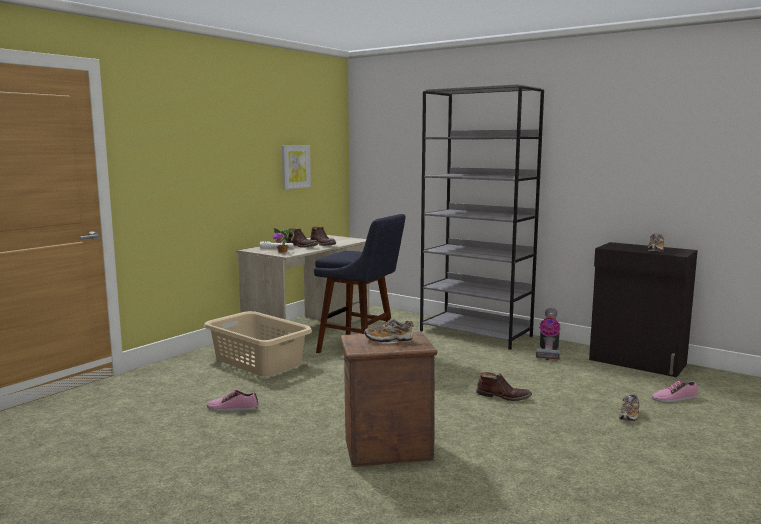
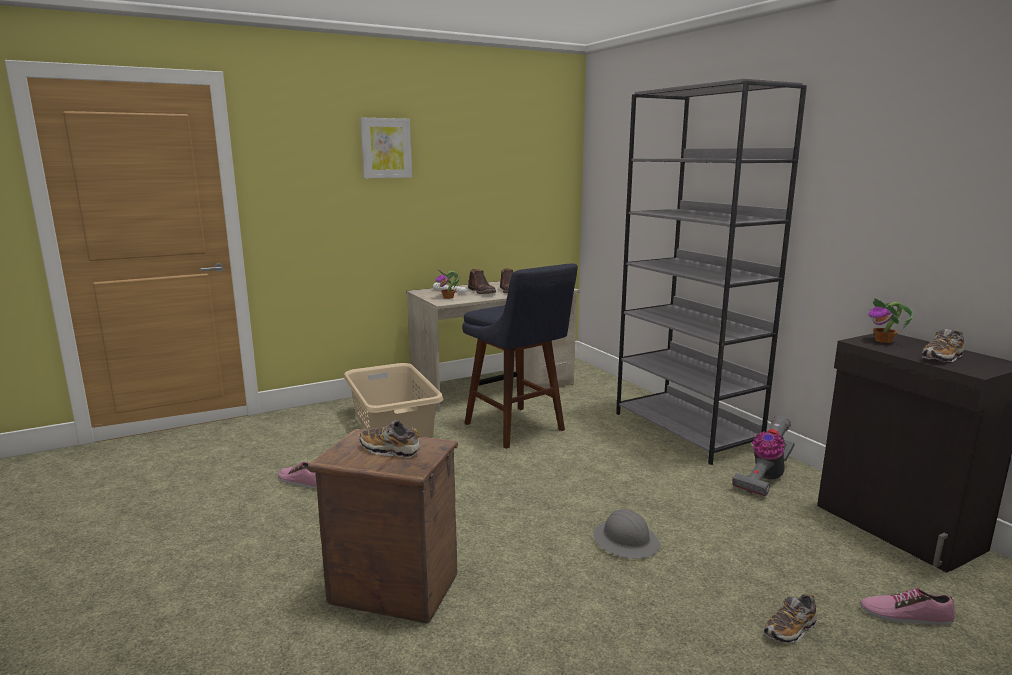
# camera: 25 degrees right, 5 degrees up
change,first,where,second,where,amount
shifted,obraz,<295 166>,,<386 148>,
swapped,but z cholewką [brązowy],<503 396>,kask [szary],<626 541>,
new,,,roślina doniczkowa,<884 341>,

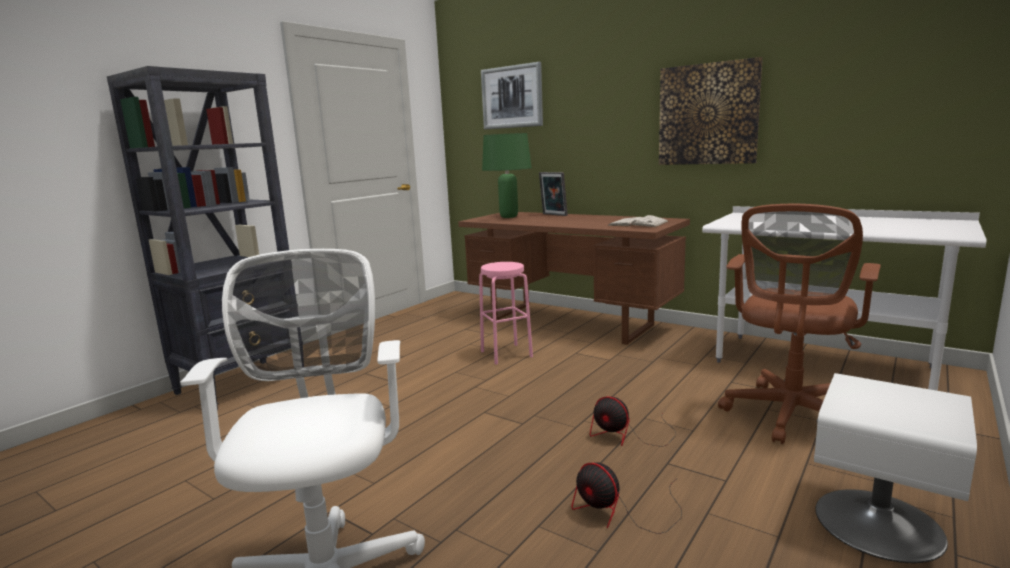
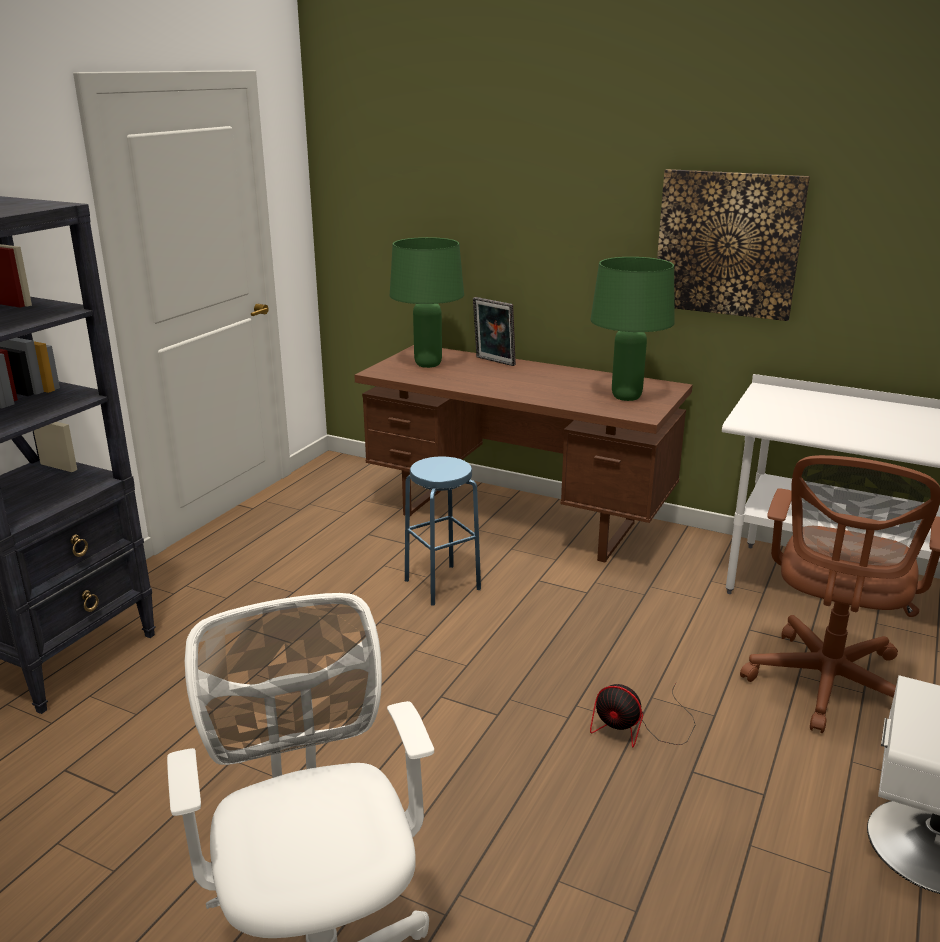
# camera: 10 degrees left, 10 degrees up
change,first,where,second,where,amount
repainted,stołek [różowy],<506 354>,stołek [niebieski],<442 584>,
swapped,książka [biały],<638 223>,lampa stołowa [zielony],<625 397>,
gone,obraz,<512 97>,,,
gone,wentylator,<621 512>,,,

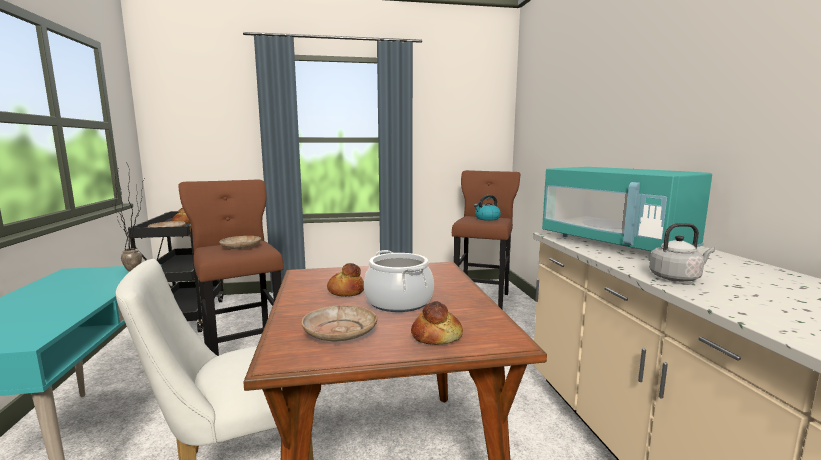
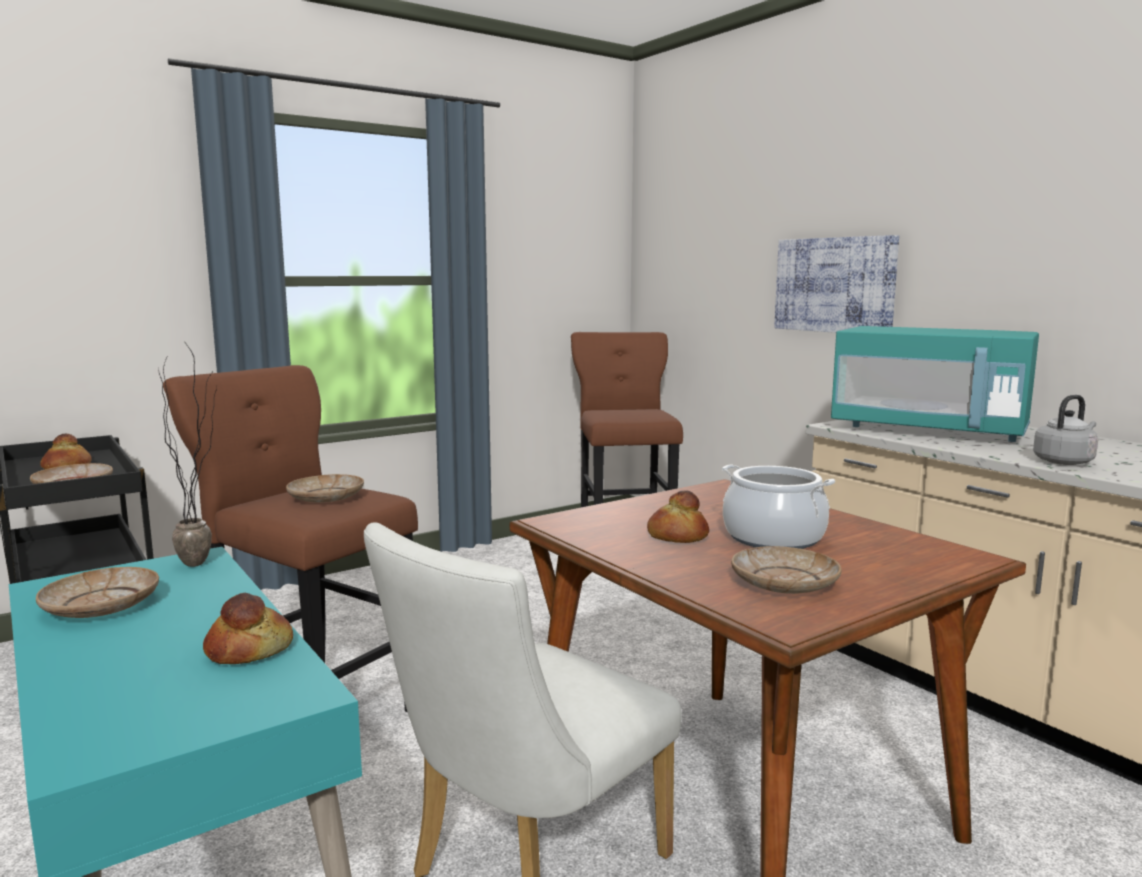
# camera: 25 degrees left, 0 degrees up
change,first,where,second,where,amount
new,,,talerz [beżowy],<101 606>,
shifted,chleb,<436 336>,,<249 649>,
new,,,obraz,<834 285>,
gone,czajnik,<487 218>,,,

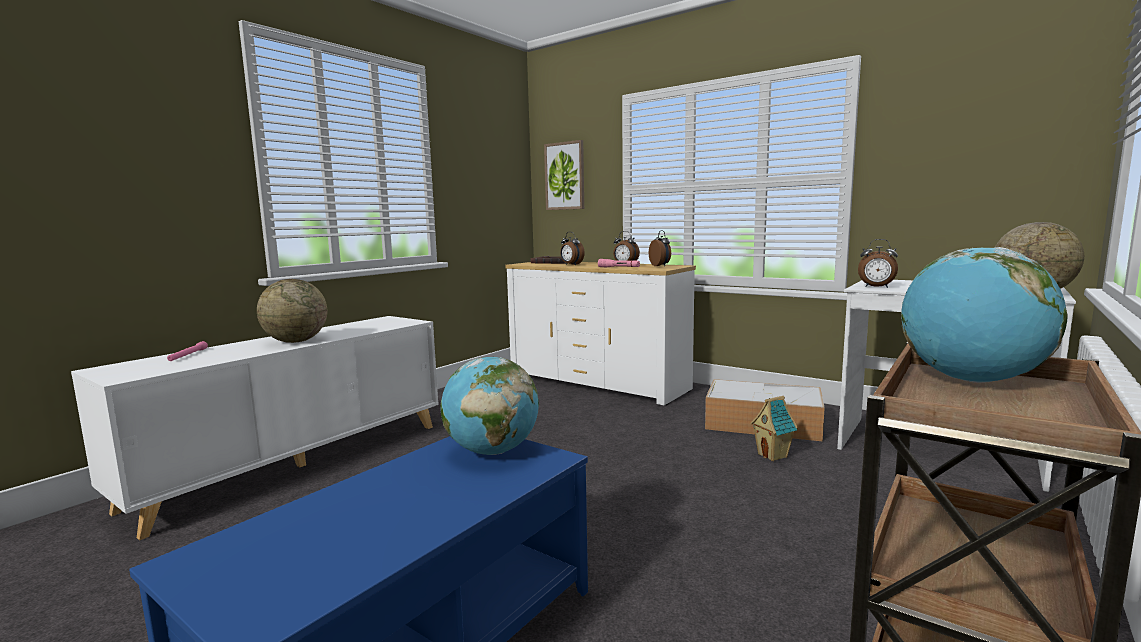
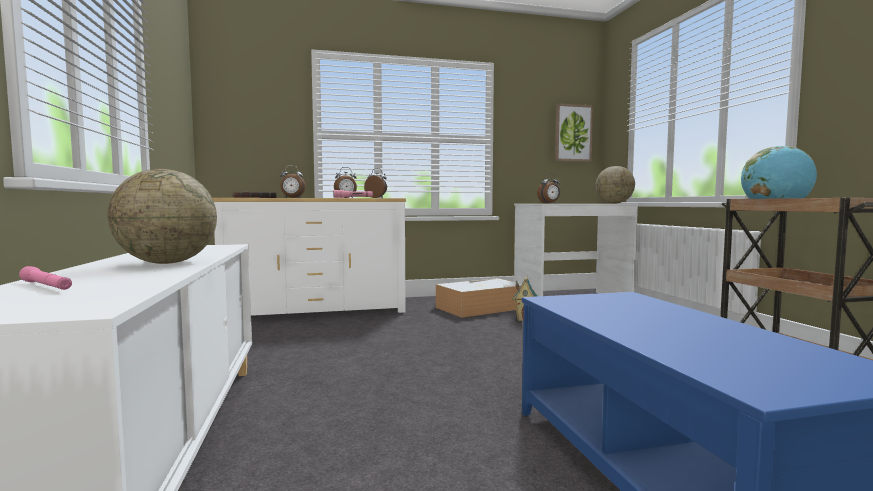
# camera: 50 degrees left, 5 degrees down
change,first,where,second,where,amount
shifted,obraz,<565 176>,,<573 133>,
gone,globus,<492 451>,,,

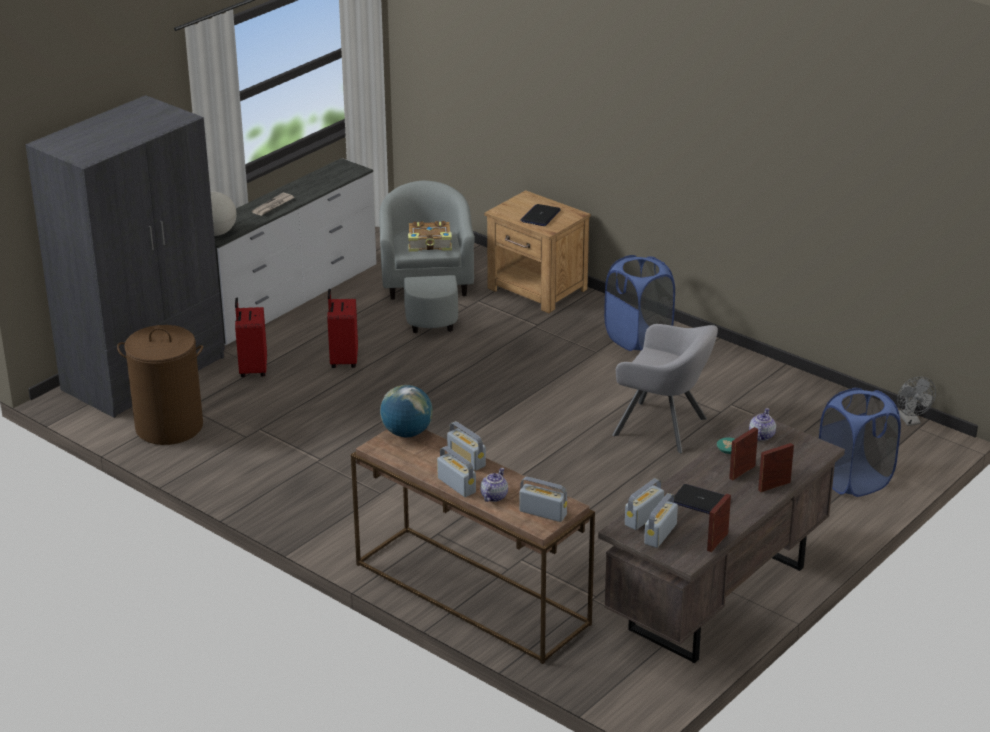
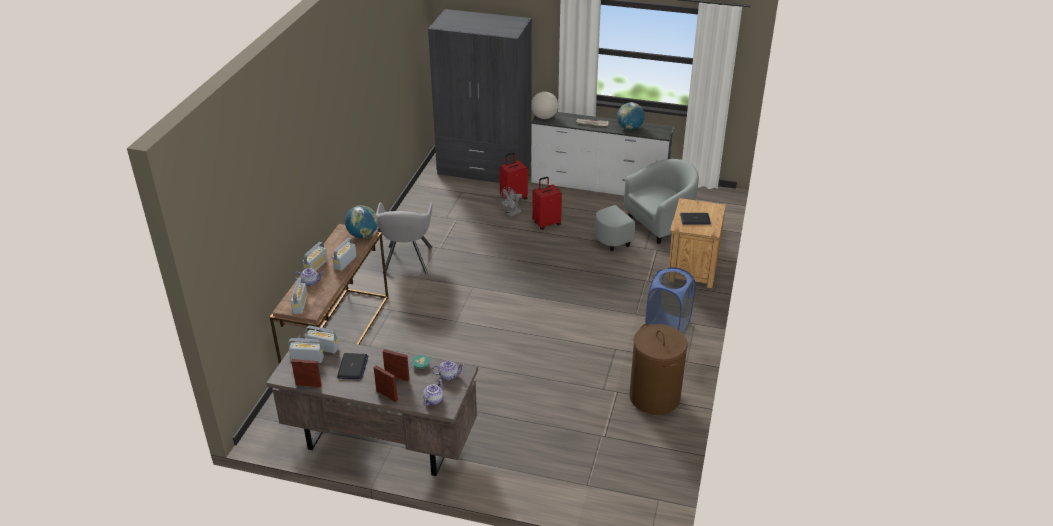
# camera: 65 degrees right, 5 degrees up
change,first,where,second,where,amount
shifted,fotel [szary],<664 428>,,<407 261>,
new,,,imbryk,<433 400>,
shifted,wentylator [szary],<911 421>,,<511 214>,
new,,,globus,<630 128>,
shifted,kosz na pranie [brązowy],<169 427>,,<654 397>,
gone,książka,<430 244>,,,
gone,kosz na pranie [niebieski],<854 480>,,,

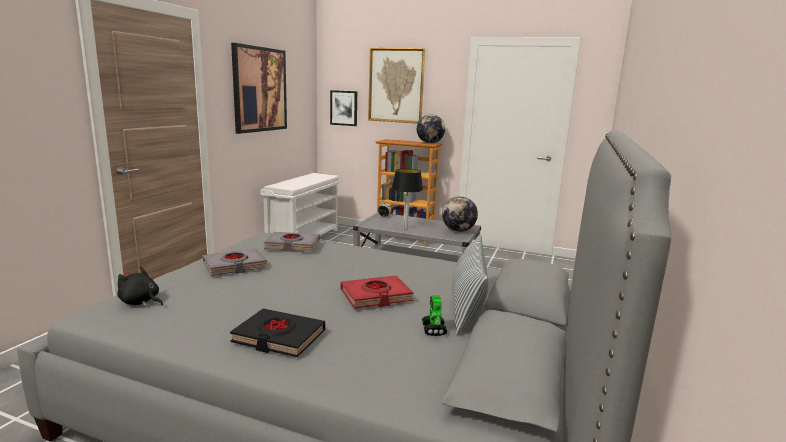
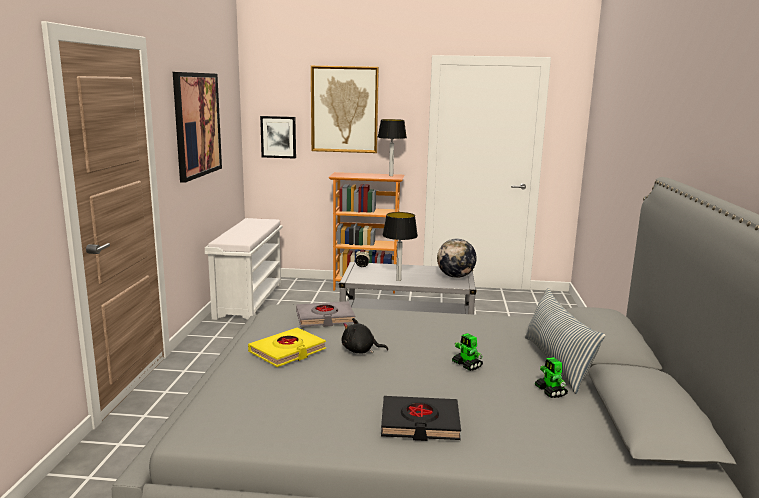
# camera: 15 degrees left, 0 degrees up
change,first,where,second,where,amount
repainted,książka [szary],<235 266>,książka [żółty],<287 351>,
shifted,pluszak [czarny],<141 302>,,<360 351>,
swapped,globus,<430 143>,lampa stołowa,<391 175>,
swapped,książka [czerwony],<376 296>,robot zabawkowy,<467 365>,

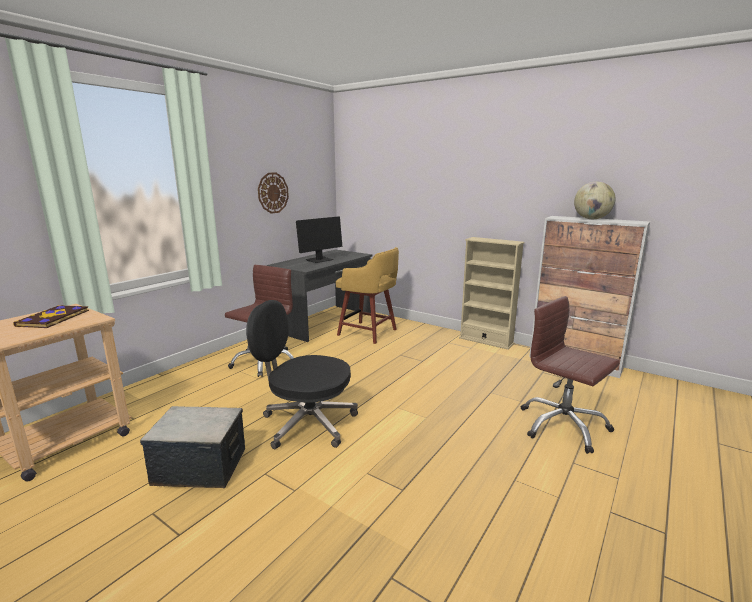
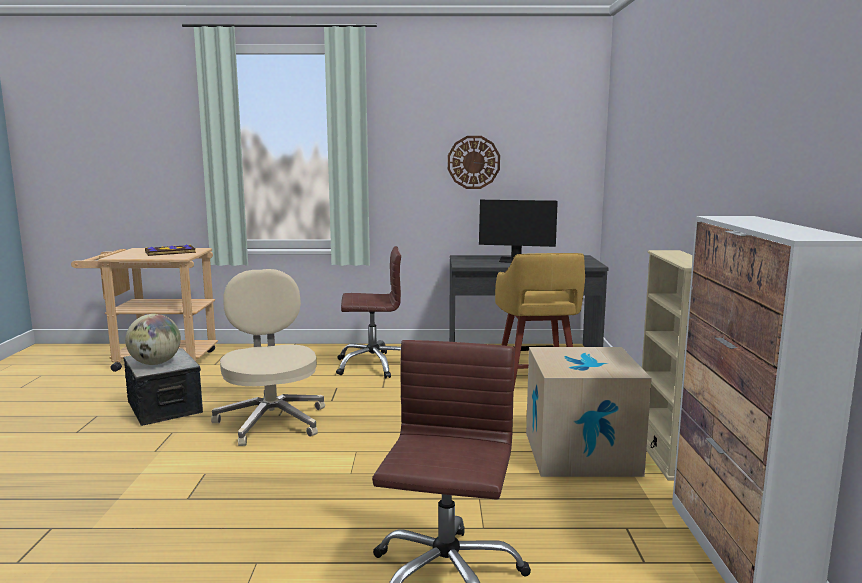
# camera: 55 degrees right, 5 degrees down
change,first,where,second,where,amount
shifted,globus,<591 219>,,<155 363>,
repainted,krzesło biurowe [czarny],<307 423>,krzesło biurowe [beżowy],<271 421>,
new,,,karton,<581 453>,

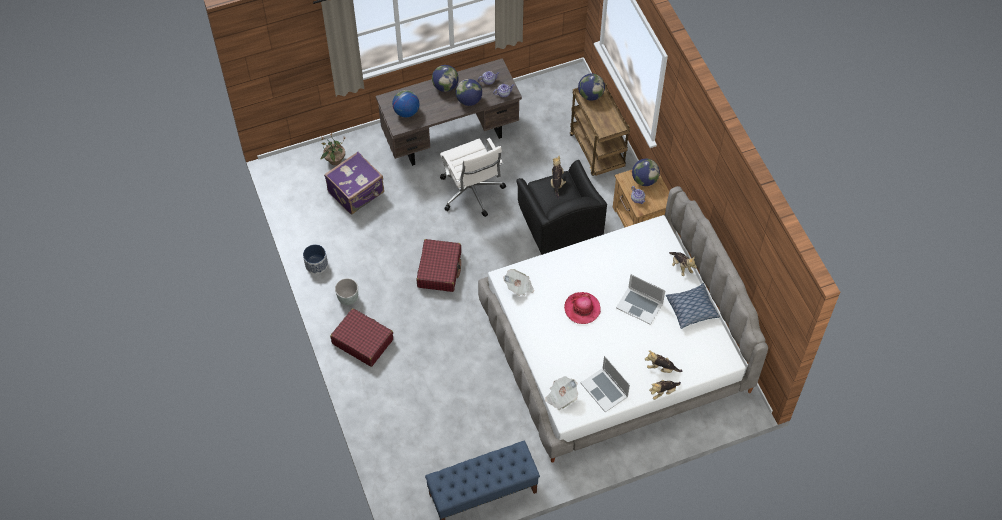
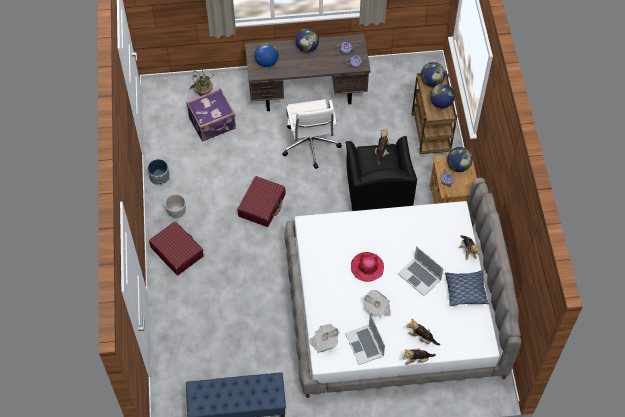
# camera: 15 degrees right, 0 degrees up
change,first,where,second,where,amount
shifted,gazeta,<519 287>,,<377 308>,
shifted,globus,<469 100>,,<441 103>,

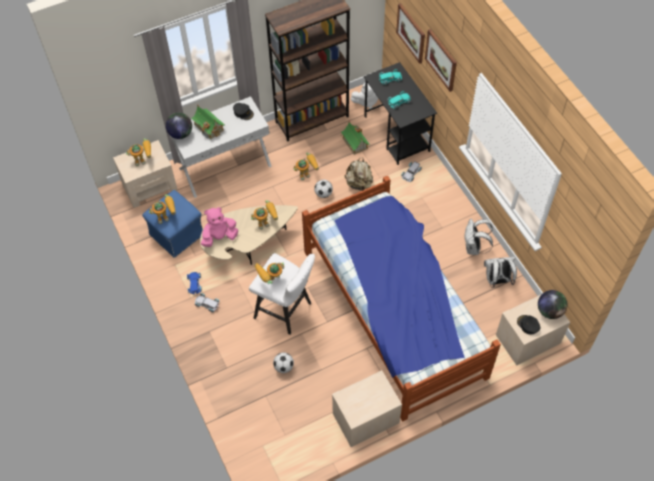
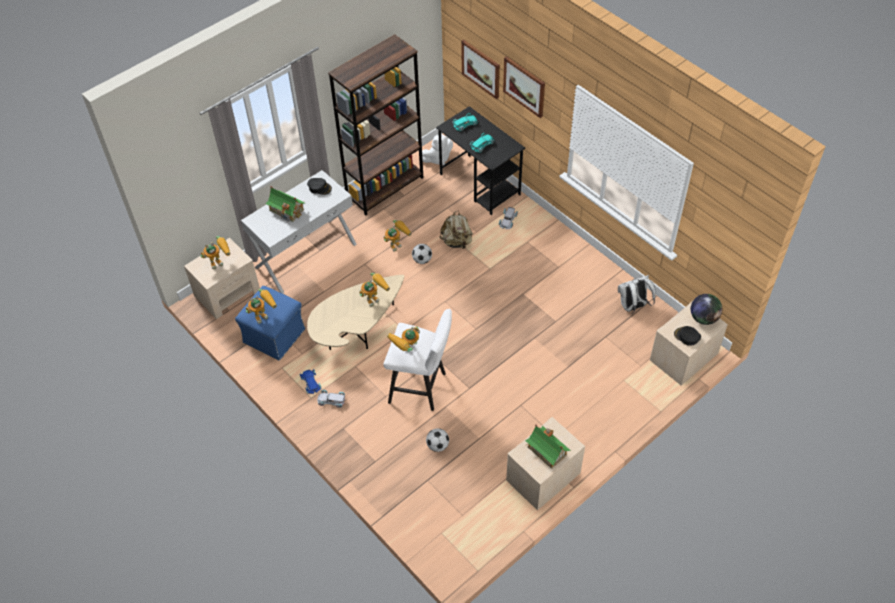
# camera: 15 degrees left, 5 degrees down
change,first,where,second,where,amount
shifted,domek,<355 143>,,<546 450>,
gone,globus,<180 134>,,,
gone,pluszak [różowy],<219 237>,,,
gone,łóżko,<394 312>,,,
gone,plecak [biały],<474 248>,,,

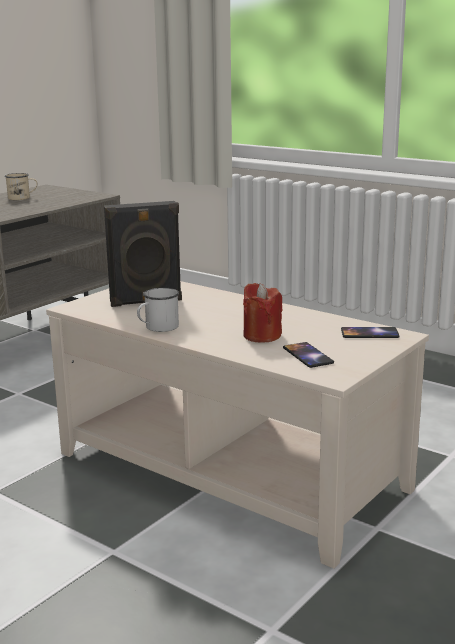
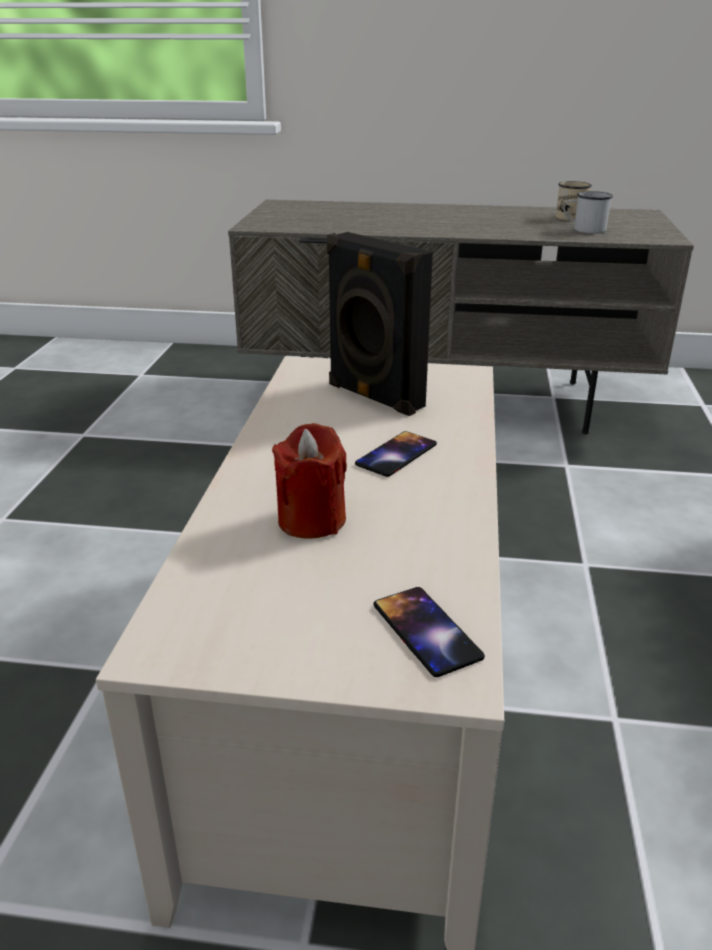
# camera: 60 degrees right, 10 degrees up
change,first,where,second,where,amount
shifted,telefon,<307 355>,,<396 454>,
shifted,kubek [biały],<157 328>,,<584 229>,

